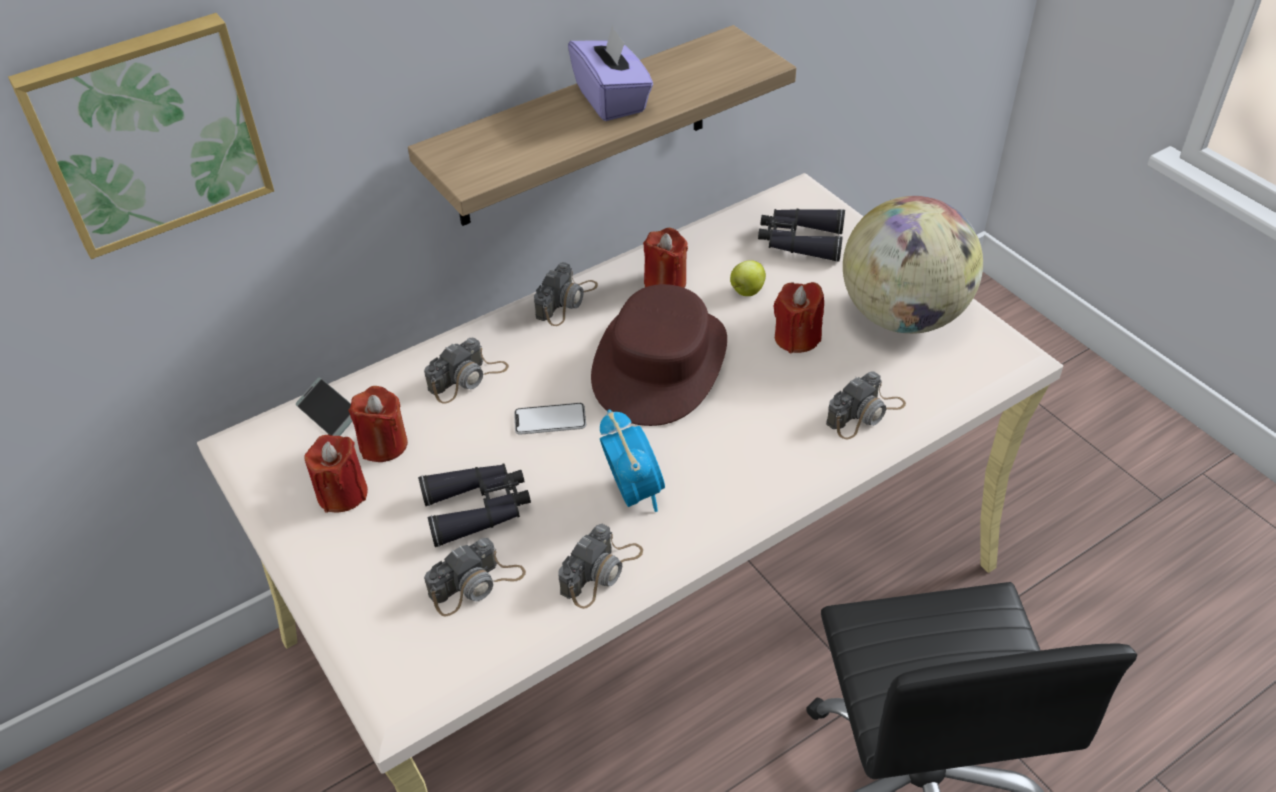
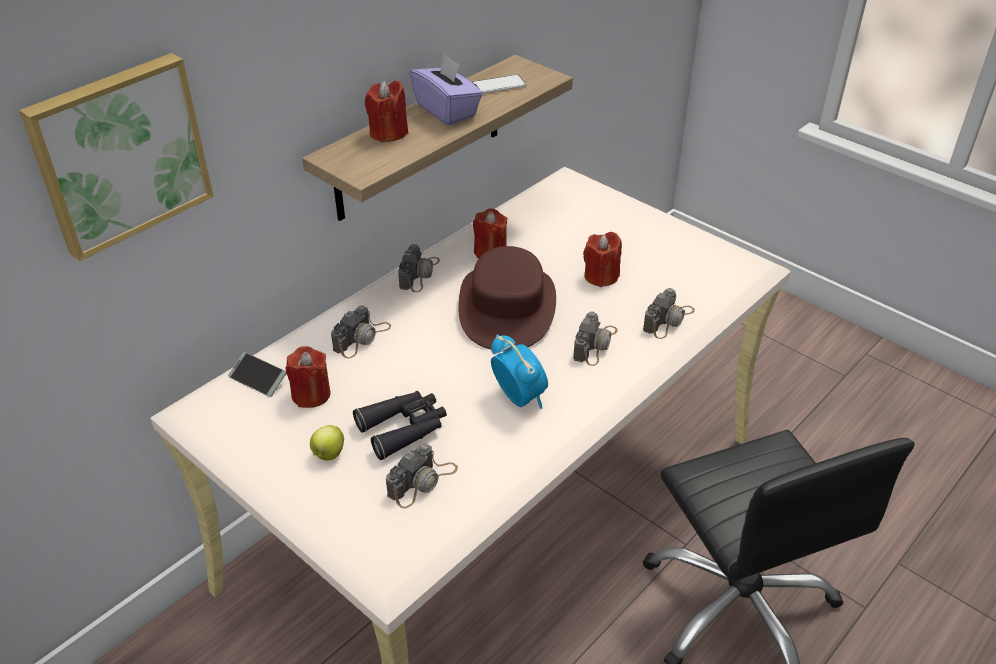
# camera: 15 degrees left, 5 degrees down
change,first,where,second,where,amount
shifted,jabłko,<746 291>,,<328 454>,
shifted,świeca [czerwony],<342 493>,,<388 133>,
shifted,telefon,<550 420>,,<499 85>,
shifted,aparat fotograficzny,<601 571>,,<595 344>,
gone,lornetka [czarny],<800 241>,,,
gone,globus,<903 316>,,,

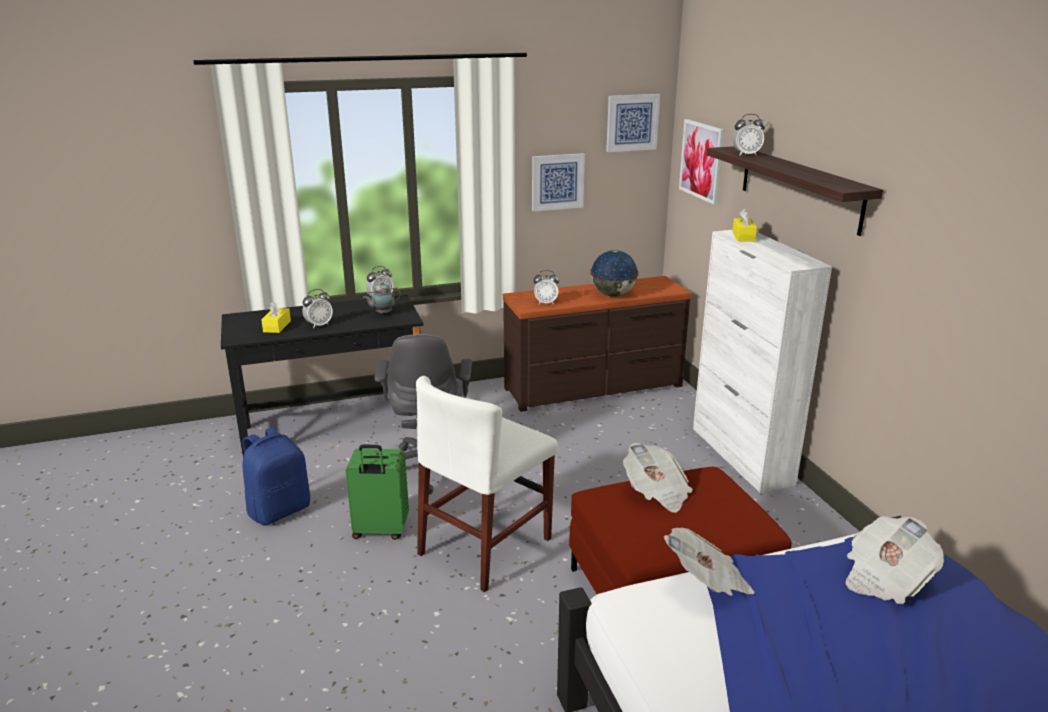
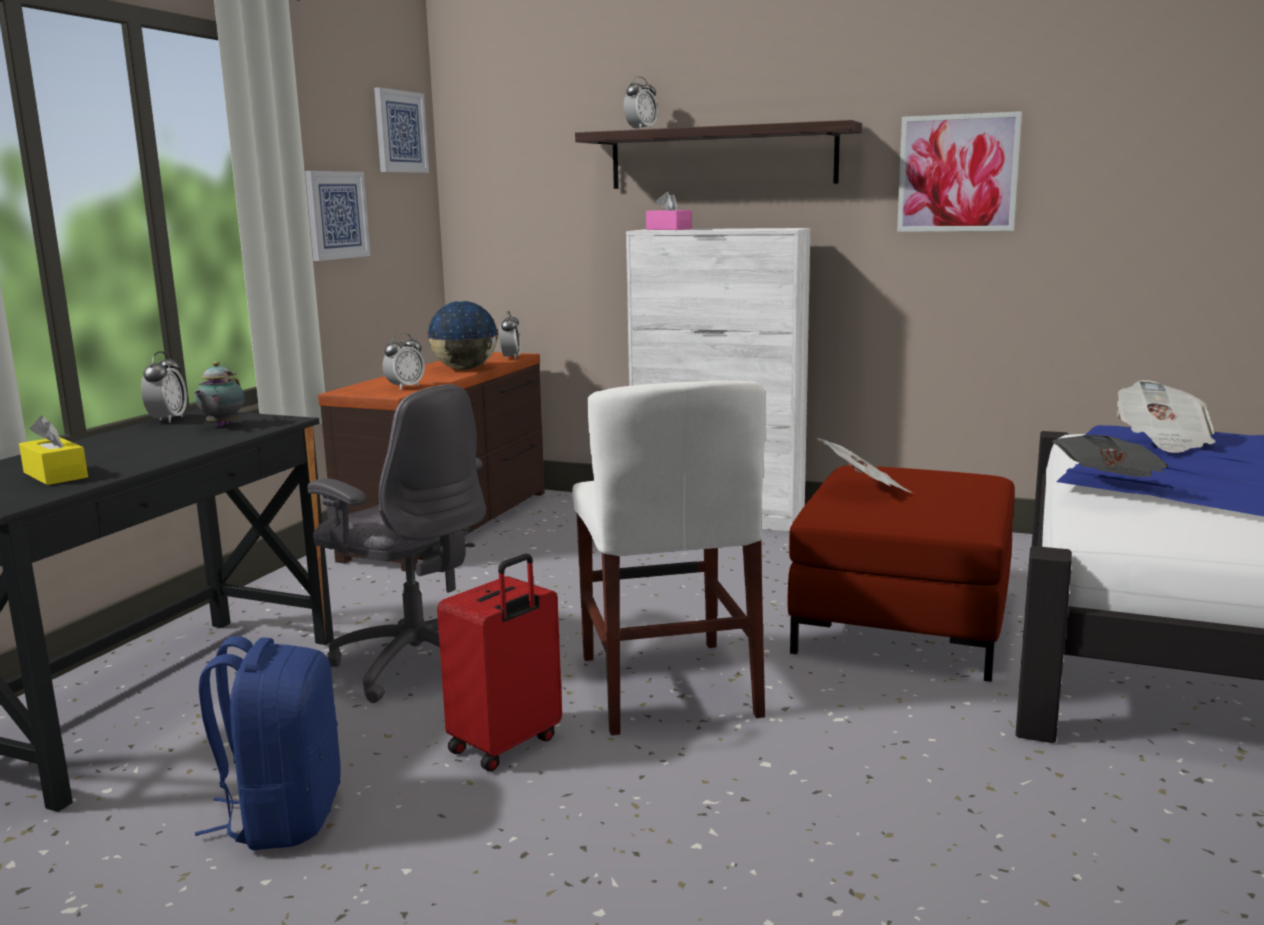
# camera: 50 degrees left, 10 degrees down
change,first,where,second,where,amount
repainted,walizka [zielony],<380 530>,walizka [czerwony],<506 745>,
shifted,budzik,<319 325>,,<510 357>,
repainted,pudełko chusteczek [żółty],<743 236>,pudełko chusteczek [różowy],<668 229>,
shifted,obraz,<701 160>,,<957 173>,

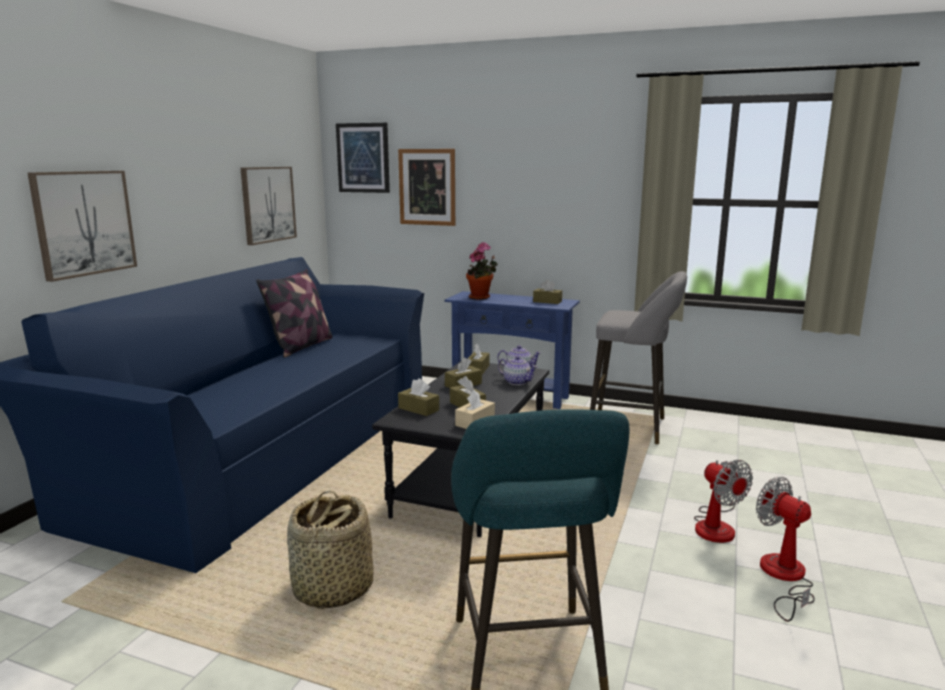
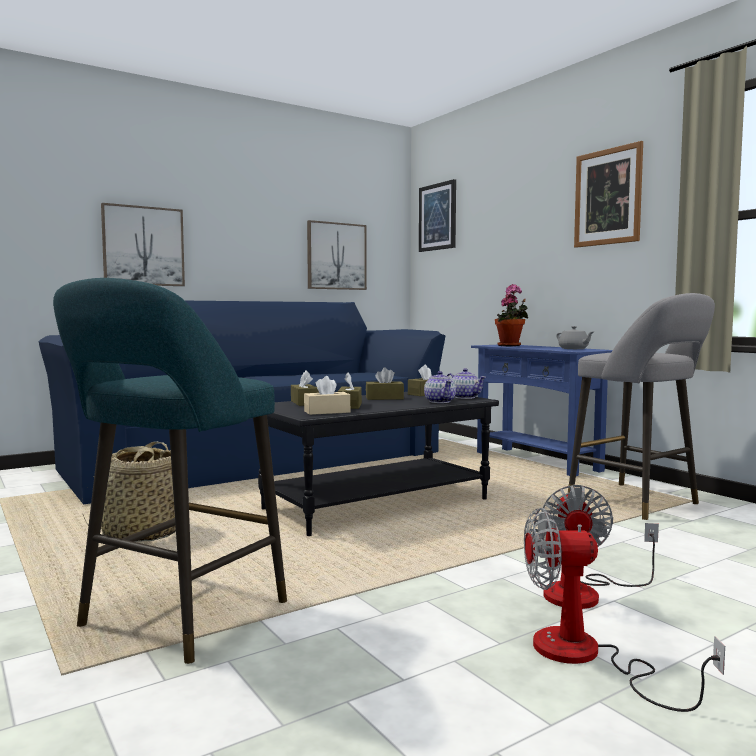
# camera: 35 degrees right, 10 degrees down
change,first,where,second,where,amount
rotated,wentylator,<784 578>,,<586 657>,90 degrees counterclockwise
swapped,pudełko chusteczek [brązowy],<547 301>,imbryk [szary],<574 349>,
shifted,obraz,<427 187>,,<608 197>,
gone,poduszka,<301 346>,,,

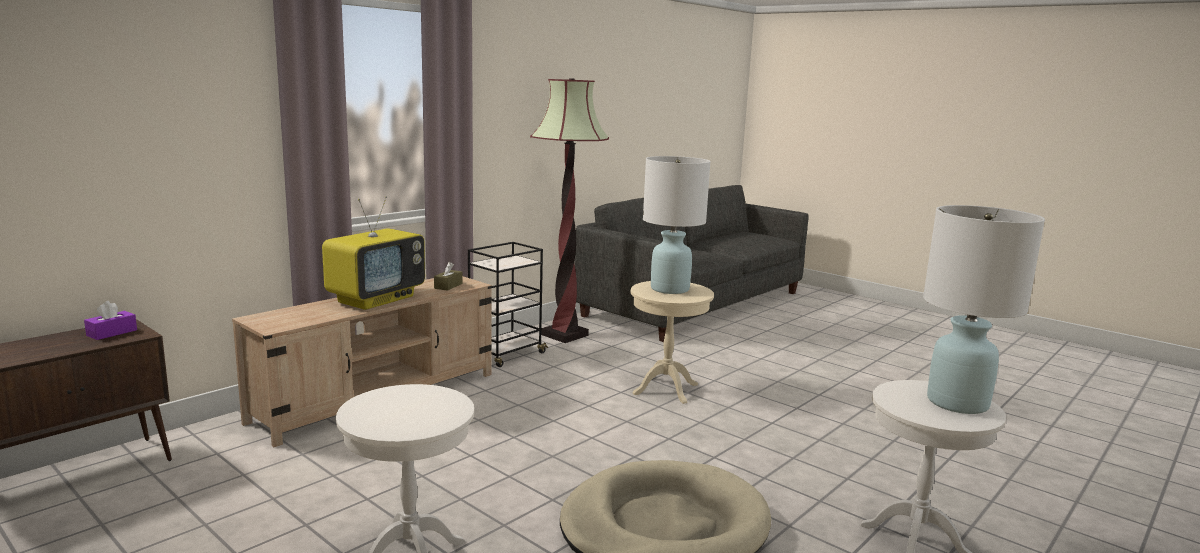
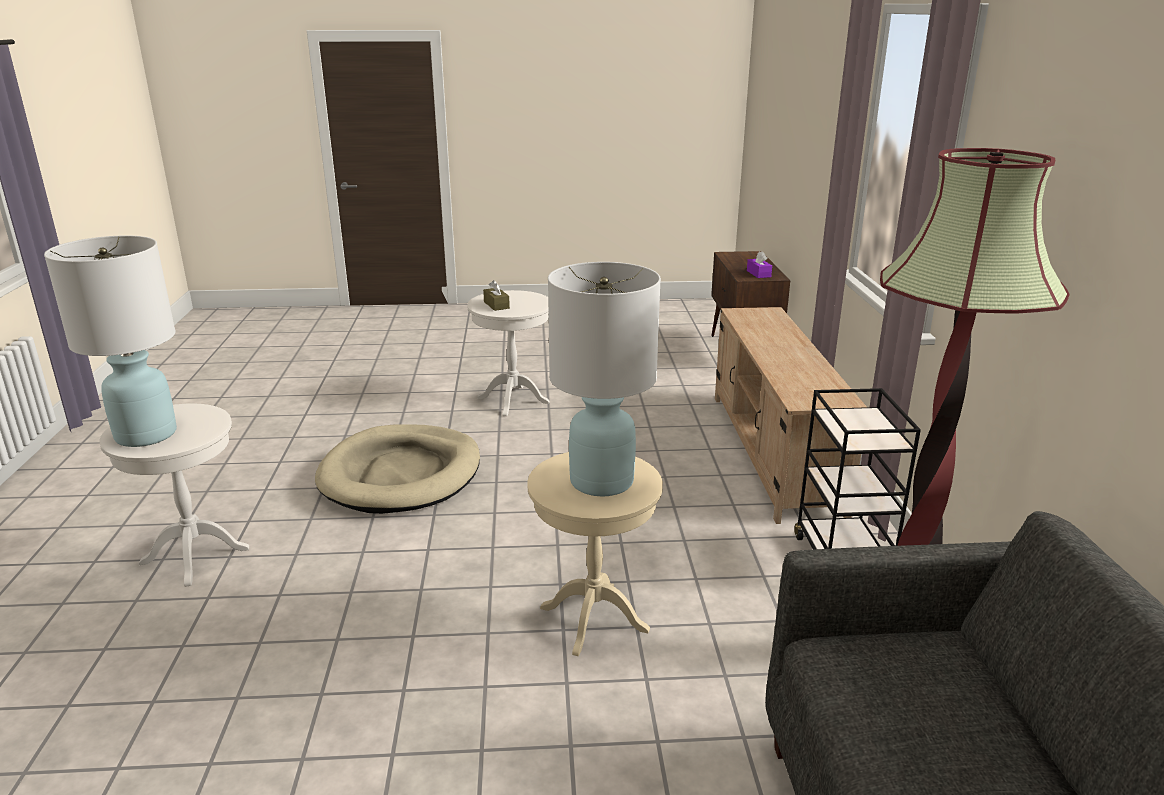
# camera: 135 degrees right, 10 degrees up
change,first,where,second,where,amount
shifted,pudełko chusteczek [brązowy],<448 286>,,<496 305>,
gone,telewizor,<376 299>,,,

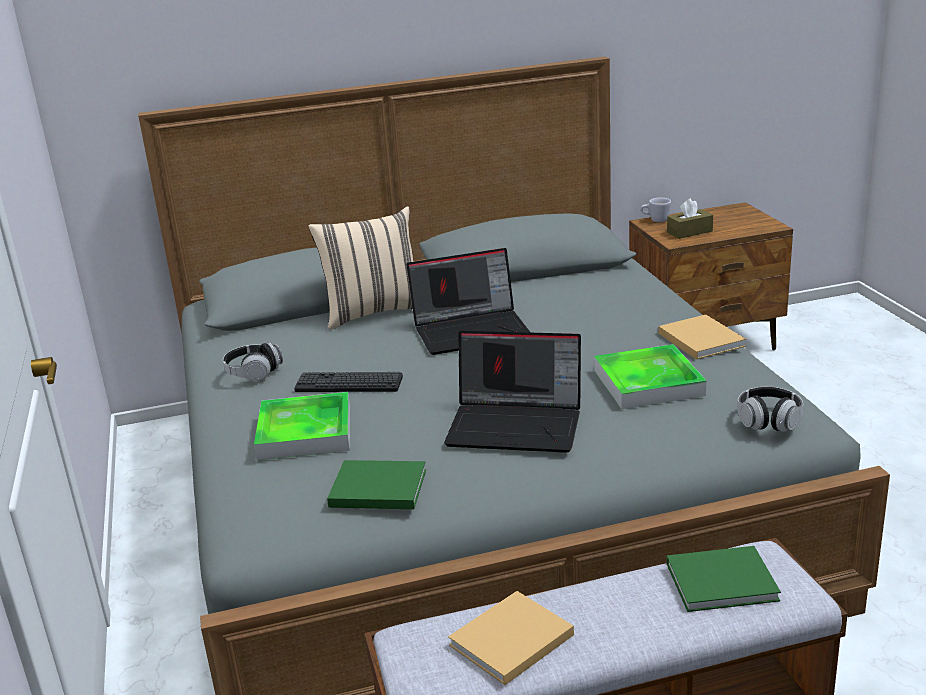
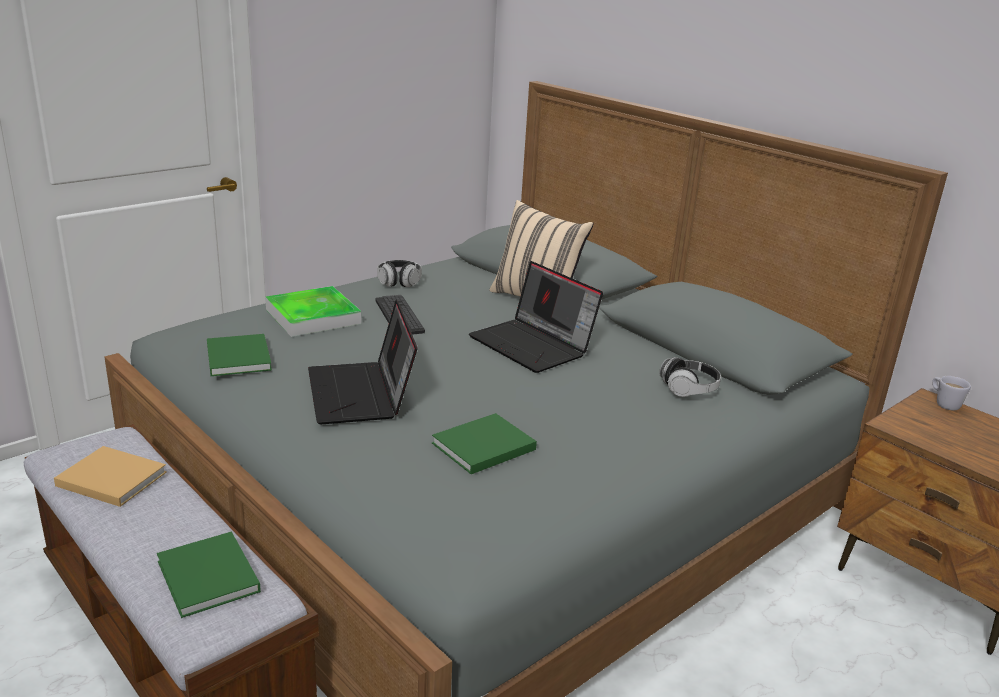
# camera: 60 degrees right, 0 degrees up
change,first,where,second,where,amount
swapped,taca,<648 383>,książka [zielony],<481 447>,
shifted,słuchawki,<769 421>,,<689 389>,
gone,książka [beżowy],<699 339>,,,
gone,pudełko chusteczek [brązowy],<689 232>,,,

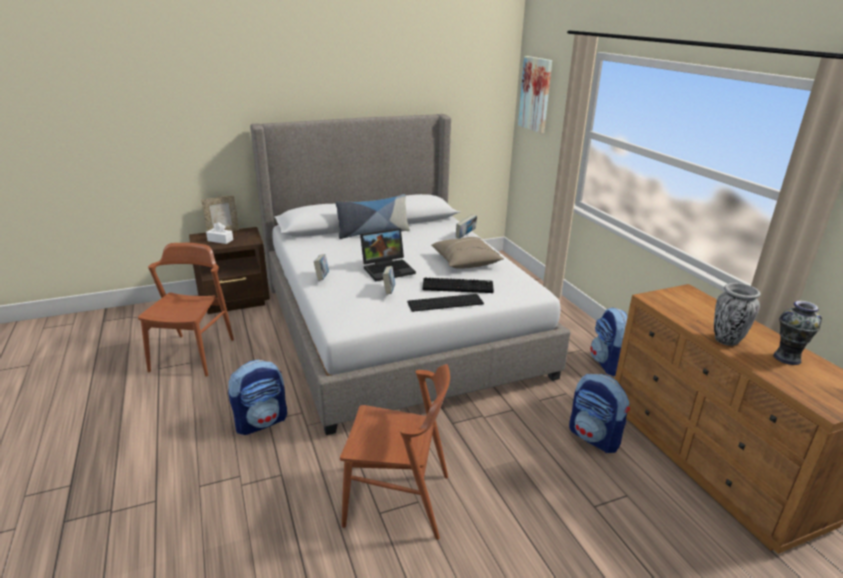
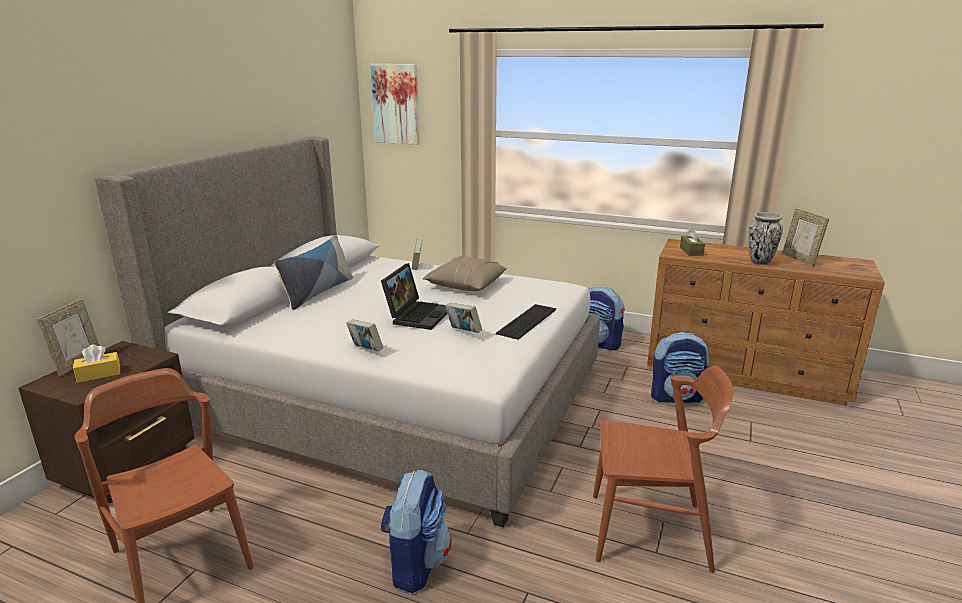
# camera: 45 degrees left, 5 degrees down
change,first,where,second,where,amount
repainted,pudełko chusteczek [biały],<220 240>,pudełko chusteczek [żółty],<99 374>,
rotated,krzesło [brązowy],<398 500>,,<649 531>,45 degrees clockwise
new,,,pudełko chusteczek [brązowy],<691 251>,
swapped,wazon,<787 358>,ramka na zdjęcie,<800 259>,
gone,klawiatura,<458 286>,,,

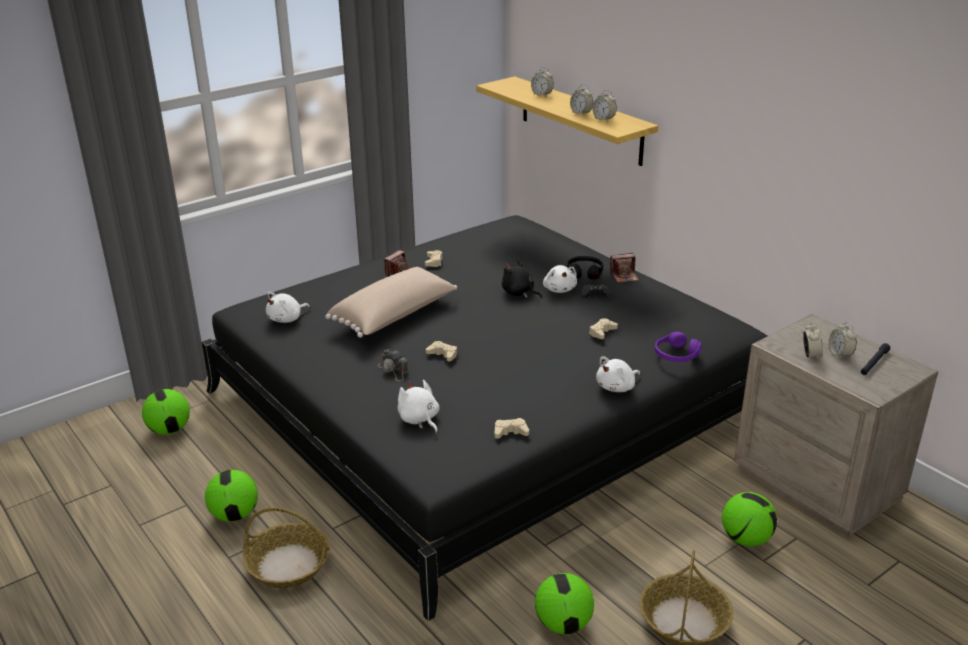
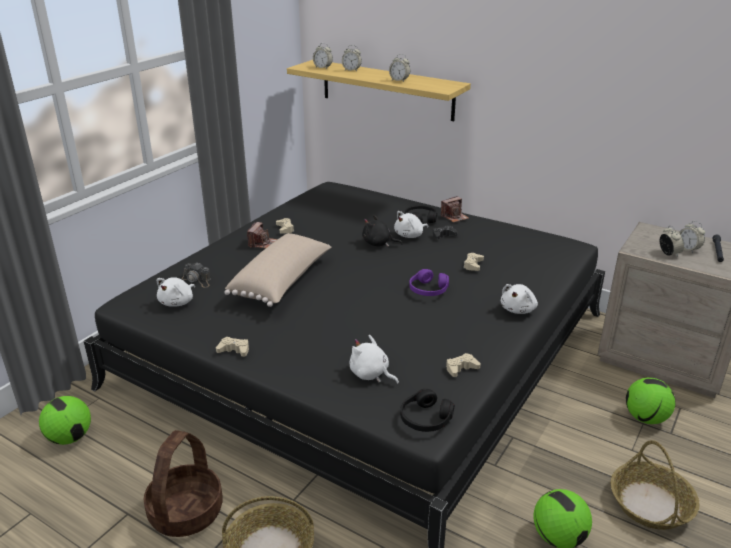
# camera: 20 degrees left, 0 degrees up
change,first,where,second,where,amount
swapped,piłka futbolowa,<234 515>,koszyk,<186 511>,
shifted,aparat fotograficzny,<393 370>,,<197 280>,
shifted,pad do gier [beżowy],<443 354>,,<234 350>,
shifted,budzik,<604 119>,,<323 68>,
rotated,pluszak [biały],<559 289>,,<410 235>,90 degrees clockwise
new,,,słuchawki [czarny],<425 418>,
shifted,słuchawki [fioletowy],<676 355>,,<428 290>,

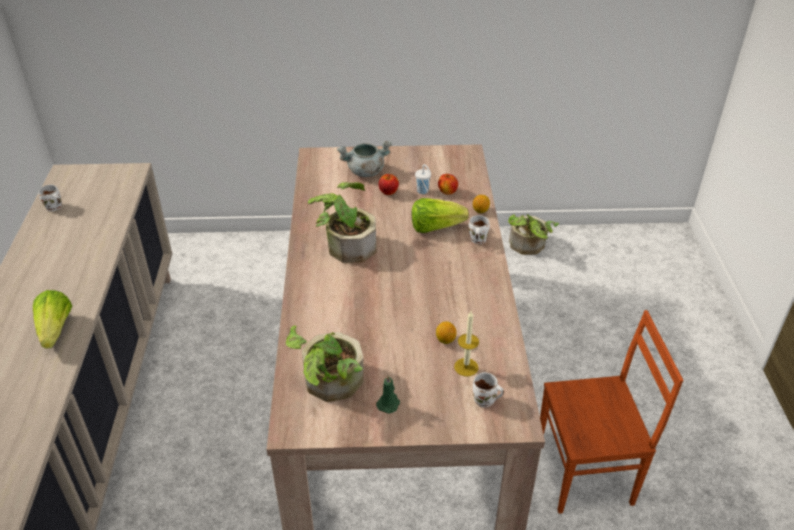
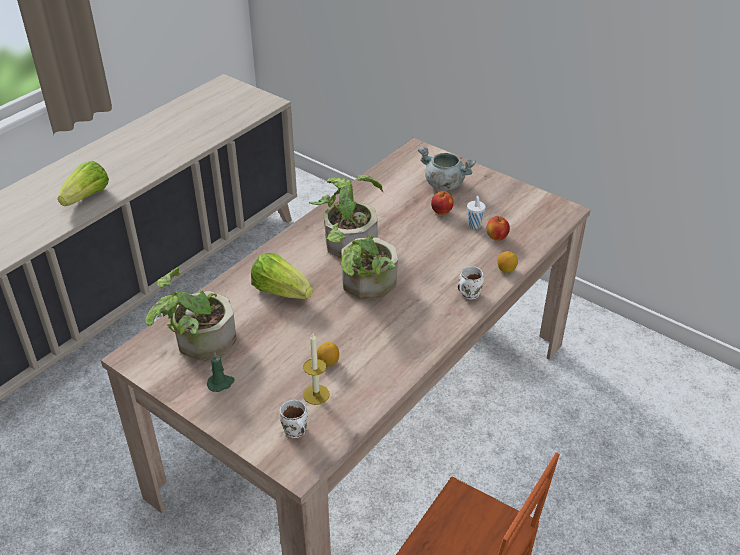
# camera: 40 degrees right, 0 degrees up
change,first,where,second,where,amount
shifted,sałata,<435 227>,,<281 291>,
shifted,roślina doniczkowa,<528 247>,,<364 286>,
gone,kubek [biały],<54 208>,,,

